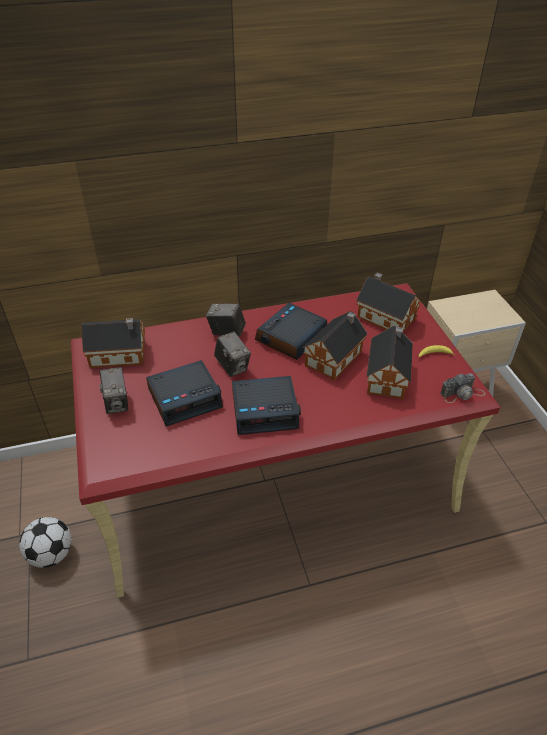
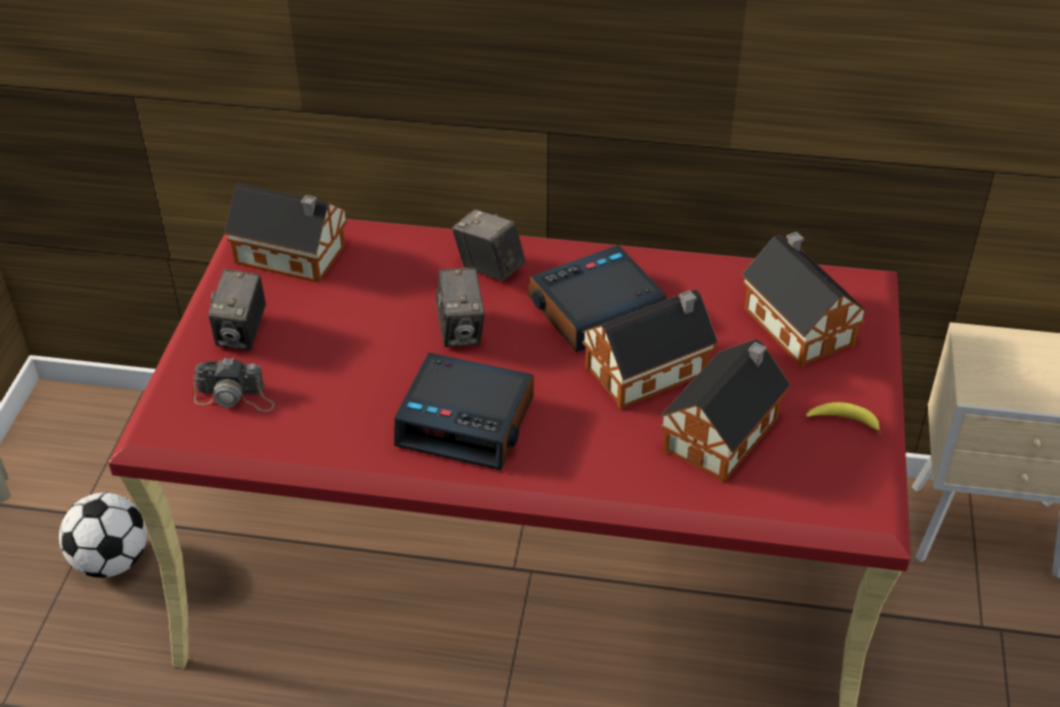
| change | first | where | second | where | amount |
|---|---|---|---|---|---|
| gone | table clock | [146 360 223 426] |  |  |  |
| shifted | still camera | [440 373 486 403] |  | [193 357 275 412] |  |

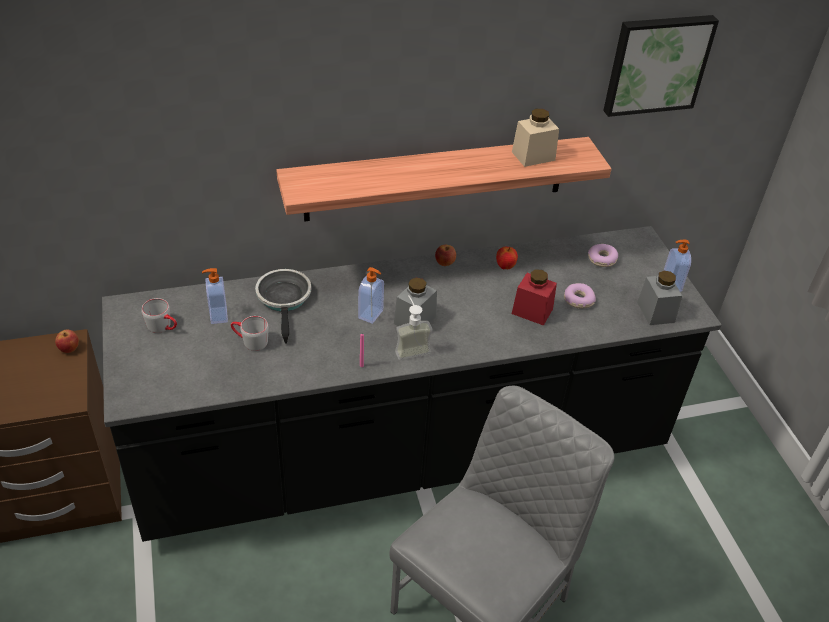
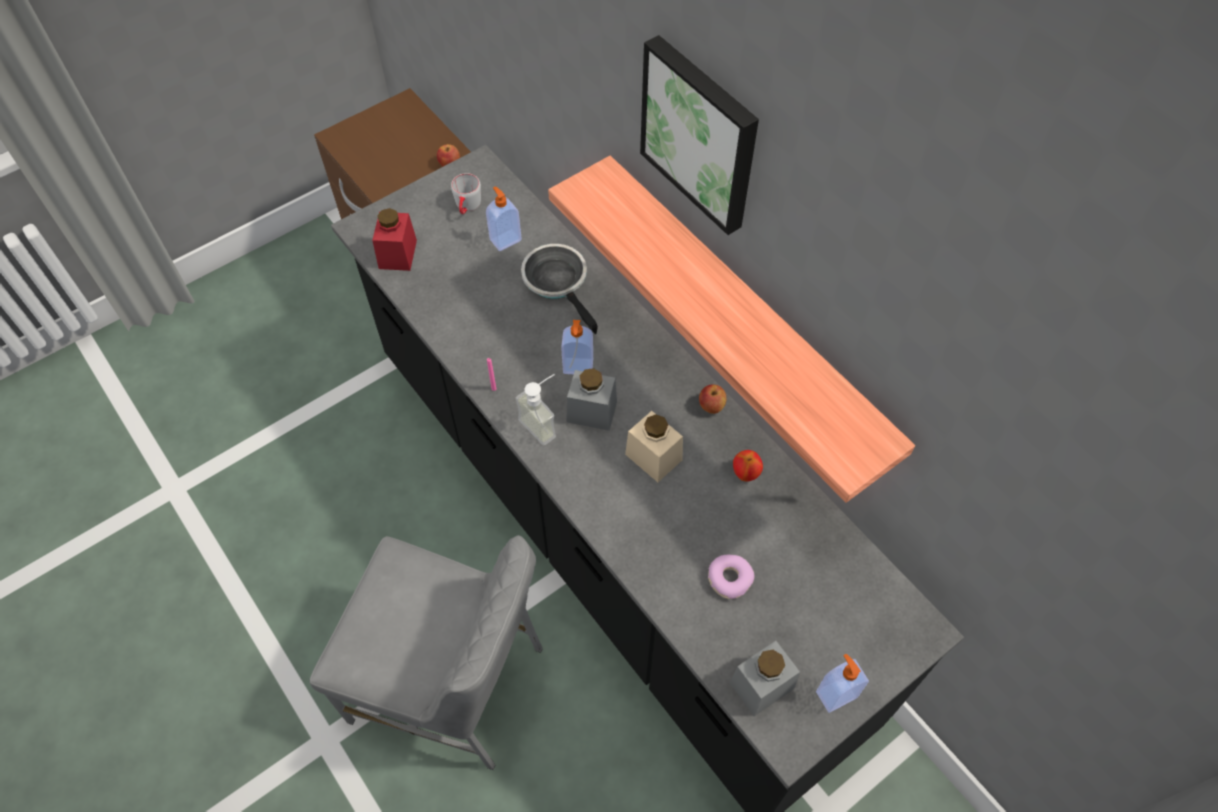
| change | first | where | second | where | amount |
|---|---|---|---|---|---|
| shifted | wall picture | [603 15 719 117] |  | [640 35 759 235] |  |
| shifted | beige preserve jar | [512 109 559 167] |  | [625 411 683 482] |  |
| gone | doughnut | [588 244 618 267] |  |  |  |
| rotated | pan | [255 269 311 344] |  | [521 244 598 334] | 90 degrees counterclockwise |
| shifted | reddish preserve jar | [512 269 557 326] |  | [372 208 417 271] |  |
| gone | greyish mug | [231 316 269 351] |  |  |  |

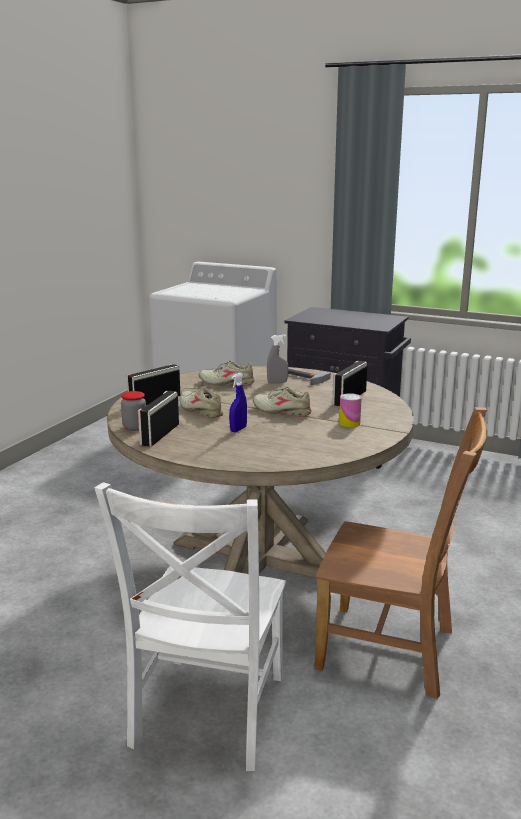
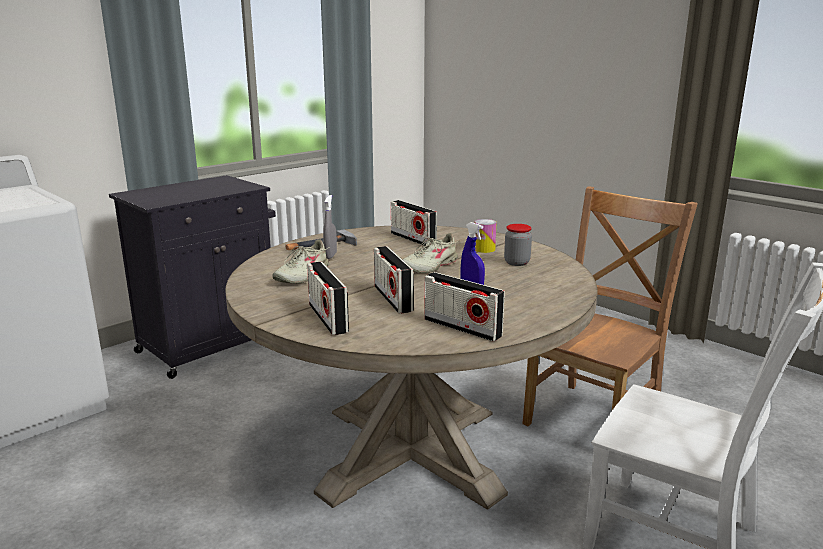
| change | first | where | second | where | amount |
|---|---|---|---|---|---|
| swapped | beige item of footwear | [180 386 225 418] | radio | [374 246 414 314] |  |
| shifted | preserve jar | [121 391 146 431] |  | [504 224 532 266] |  |

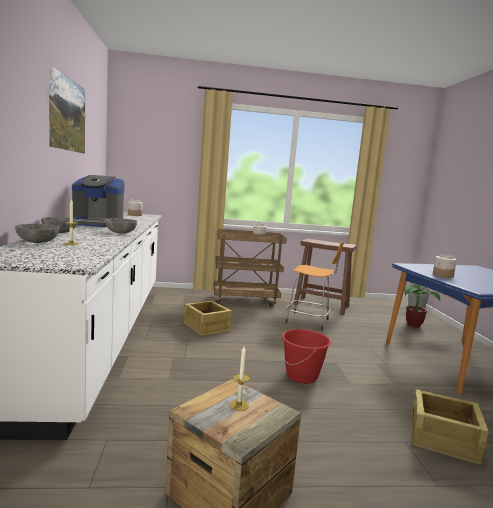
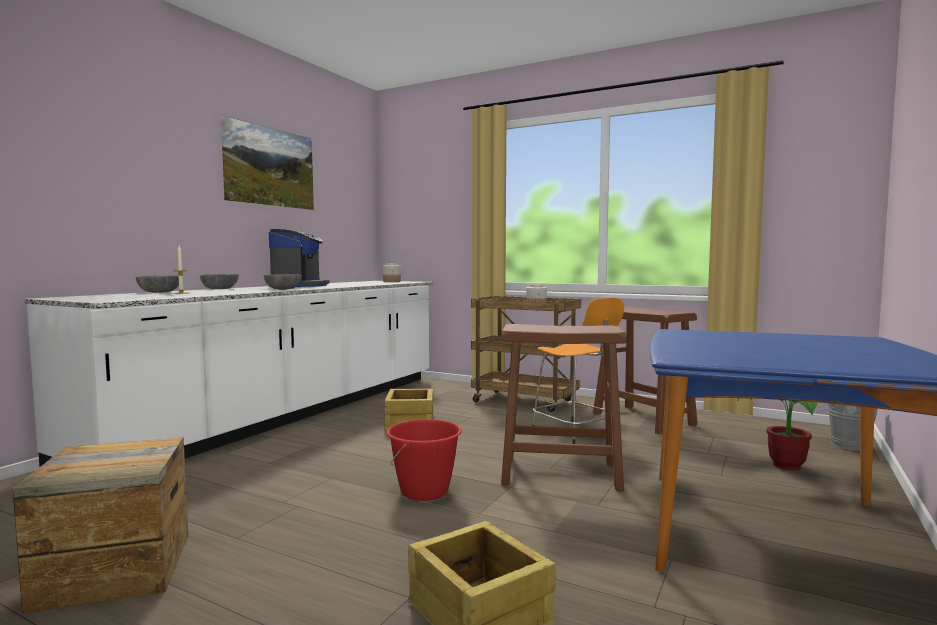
| change | first | where | second | where | amount |
|---|---|---|---|---|---|
| rotated | coffee maker | [72 175 125 227] |  | [269 229 330 287] | 120 degrees counterclockwise |
| gone | preserve jar | [433 254 457 278] |  |  |  |
| gone | wax candle | [229 347 250 411] |  |  |  |
| new |  |  | brown sitting stool | [501 324 626 491] |  |

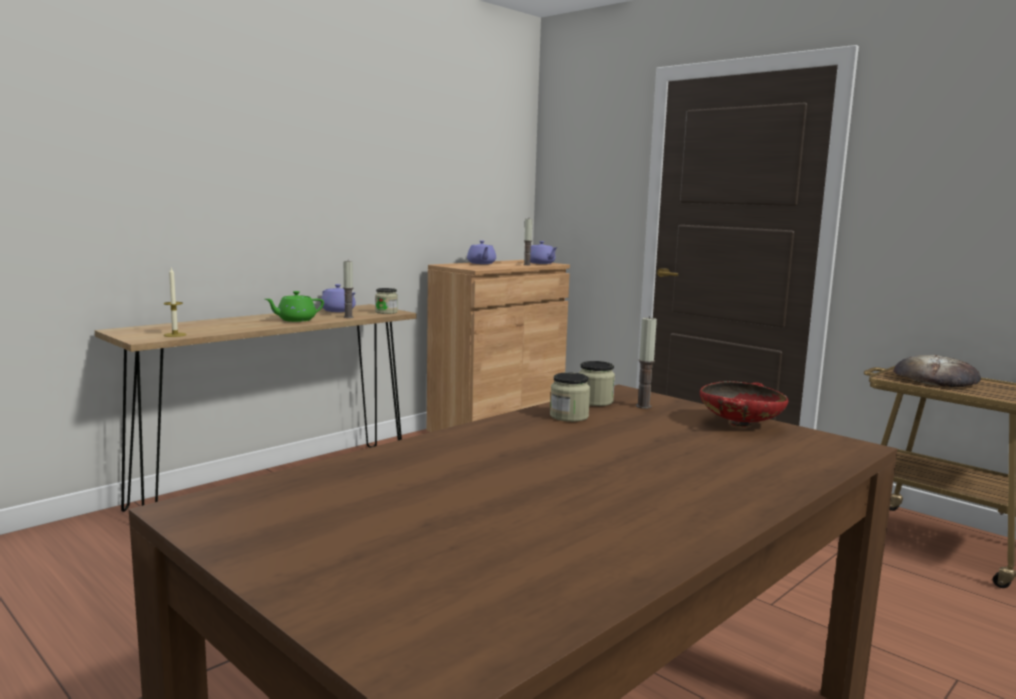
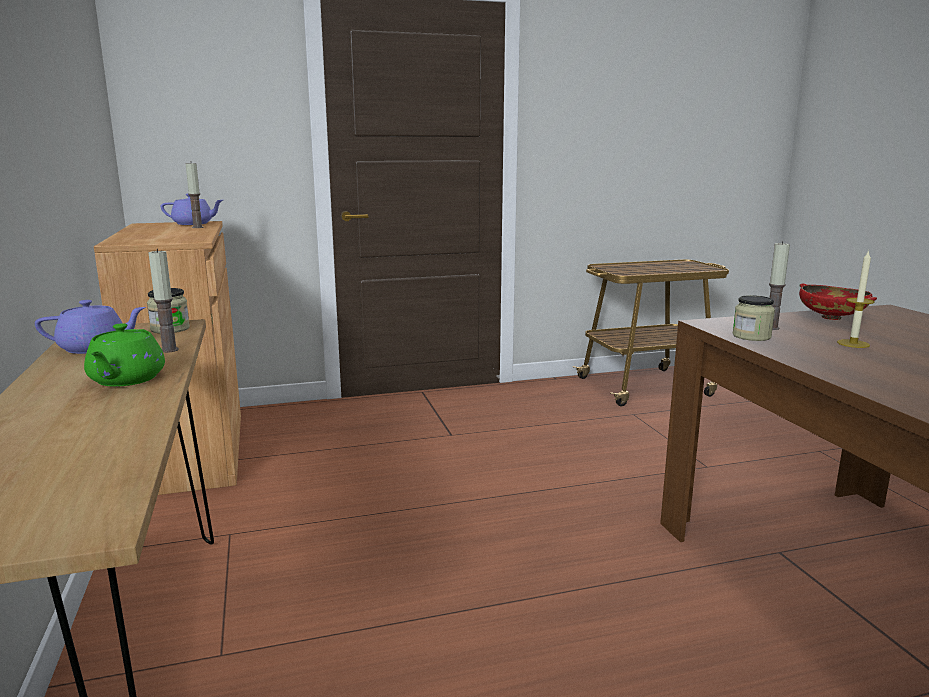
| change | first | where | second | where | amount |
|---|---|---|---|---|---|
| gone | purple teapot | [467 240 496 264] |  |  |  |
| shifted | wax candle | [164 267 187 337] |  | [837 250 875 348] |  |
| gone | bakery bread | [893 355 981 387] |  |  |  |
| gone | preserve jar | [550 372 590 422] |  |  |  |

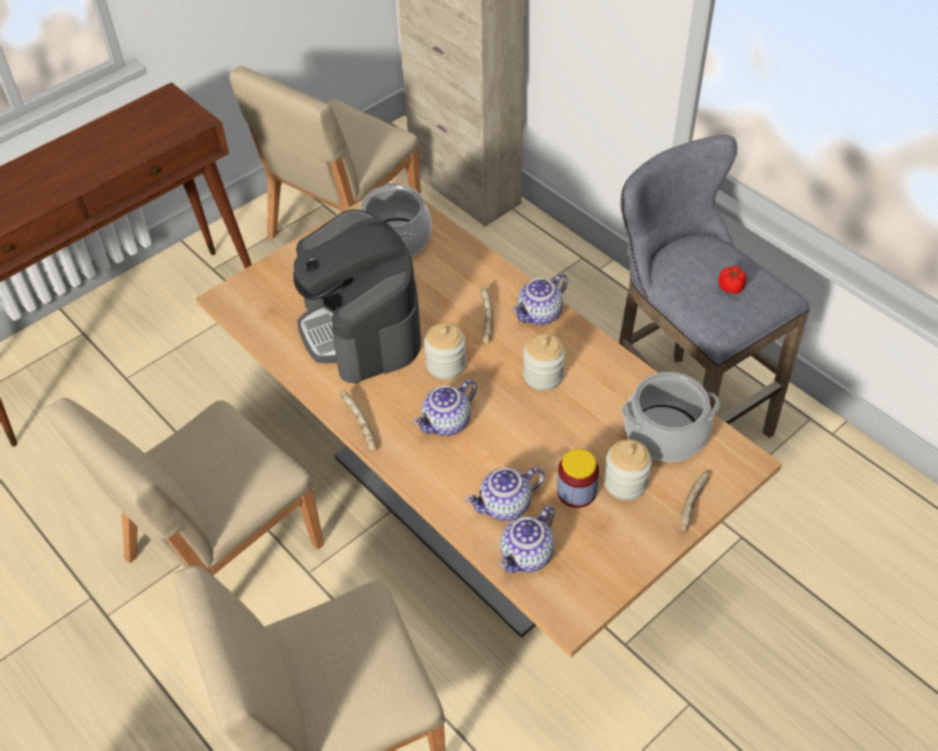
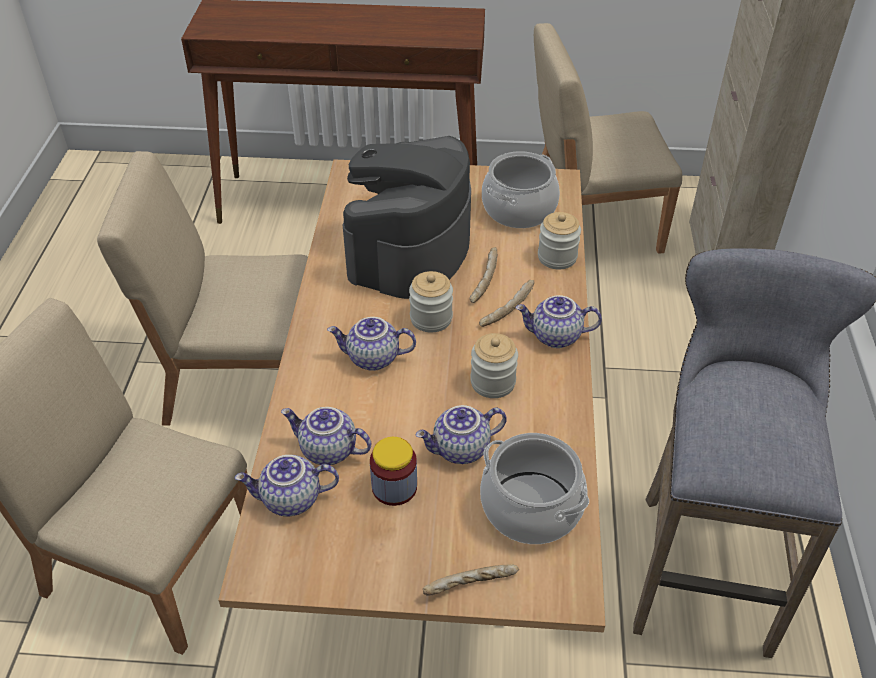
| change | first | where | second | where | amount |
|---|---|---|---|---|---|
| gone | fresh tomato | [719 266 746 294] |  |  |  |
| shifted | bakery bread | [340 390 376 451] |  | [470 247 498 303] |  |
| shifted | preserve jar | [604 439 652 500] |  | [538 212 581 269] |  |
| new |  |  | teapot | [415 405 507 464] |  |

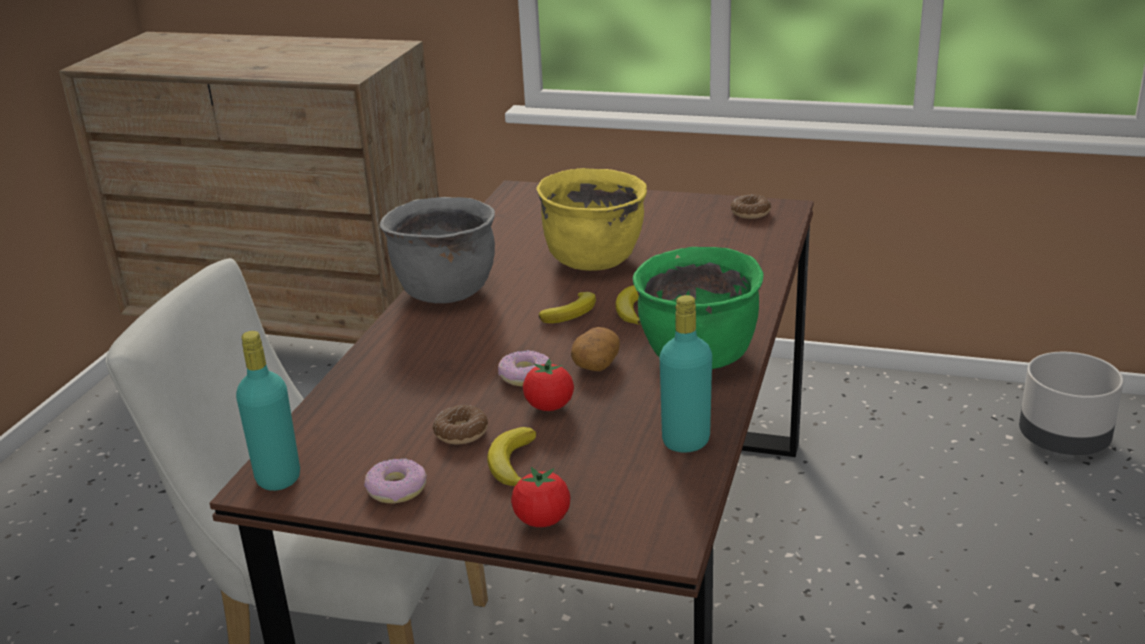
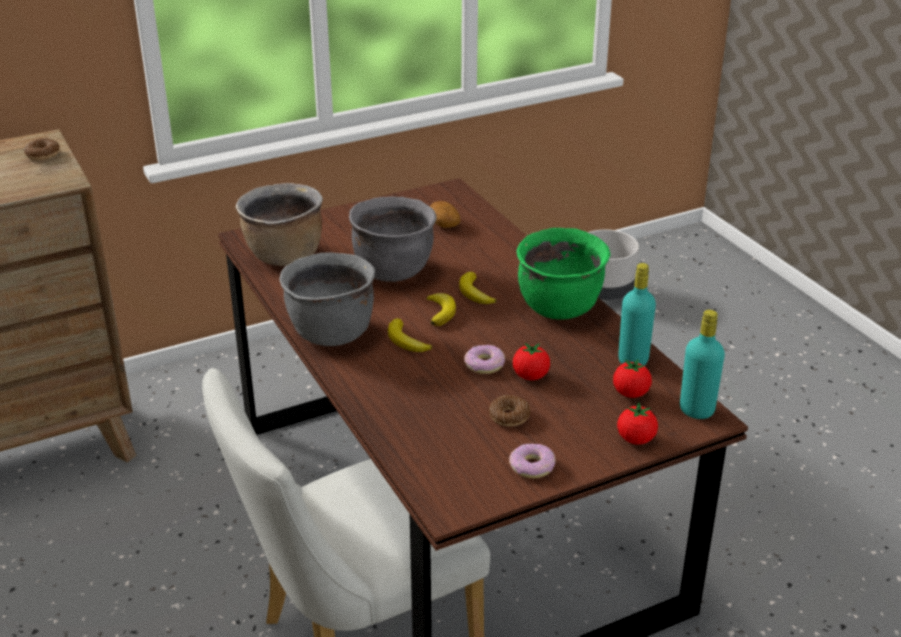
| change | first | where | second | where | amount |
|---|---|---|---|---|---|
| repainted | yellow cooking pot | [536 168 647 271] | greyish cooking pot | [349 197 437 282] |  |
| shifted | doughnut | [731 194 771 219] |  | [24 138 60 160] |  |
| shifted | spud | [571 327 620 371] |  | [430 201 461 228] |  |
| shifted | blue-green bottle | [236 331 300 491] |  | [680 310 725 419] |  |
| shifted | banana fruit | [487 427 536 486] |  | [388 318 432 352] |  |
| new |  |  | brown cooking pot | [235 183 323 266] |  |
| new |  |  | fresh tomato | [613 359 652 398] |  |

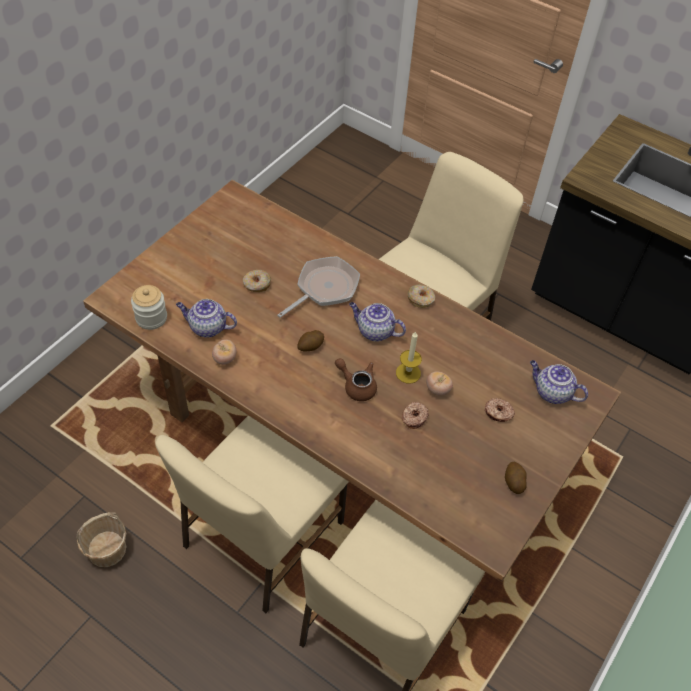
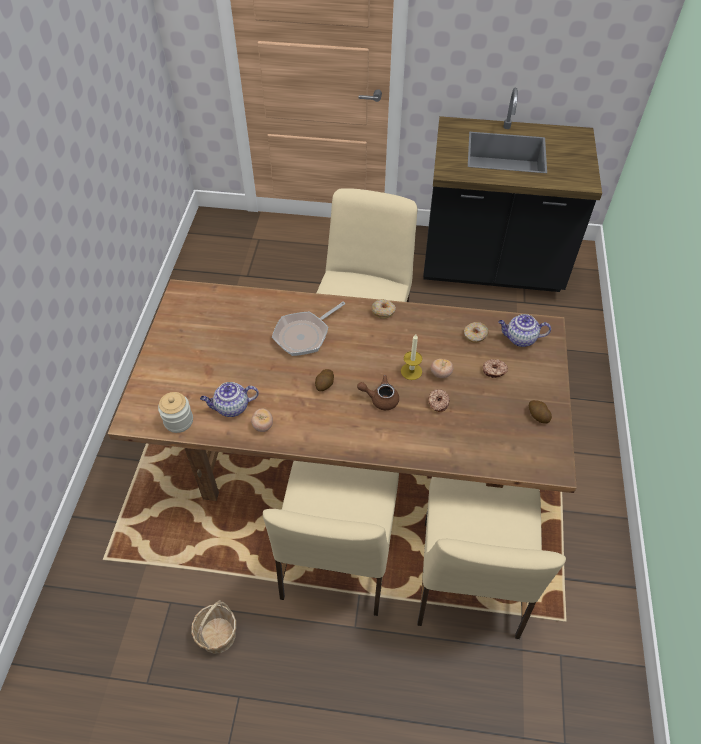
| change | first | where | second | where | amount |
|---|---|---|---|---|---|
| rotated | pan | [277 256 360 318] |  | [272 302 345 356] | 150 degrees counterclockwise |
| shifted | doughnut | [243 270 271 292] |  | [464 322 488 343] |  |
| gone | teapot | [349 302 406 342] |  |  |  |

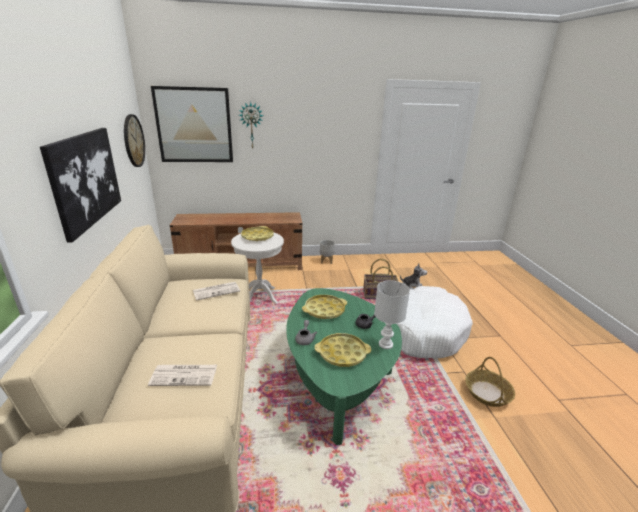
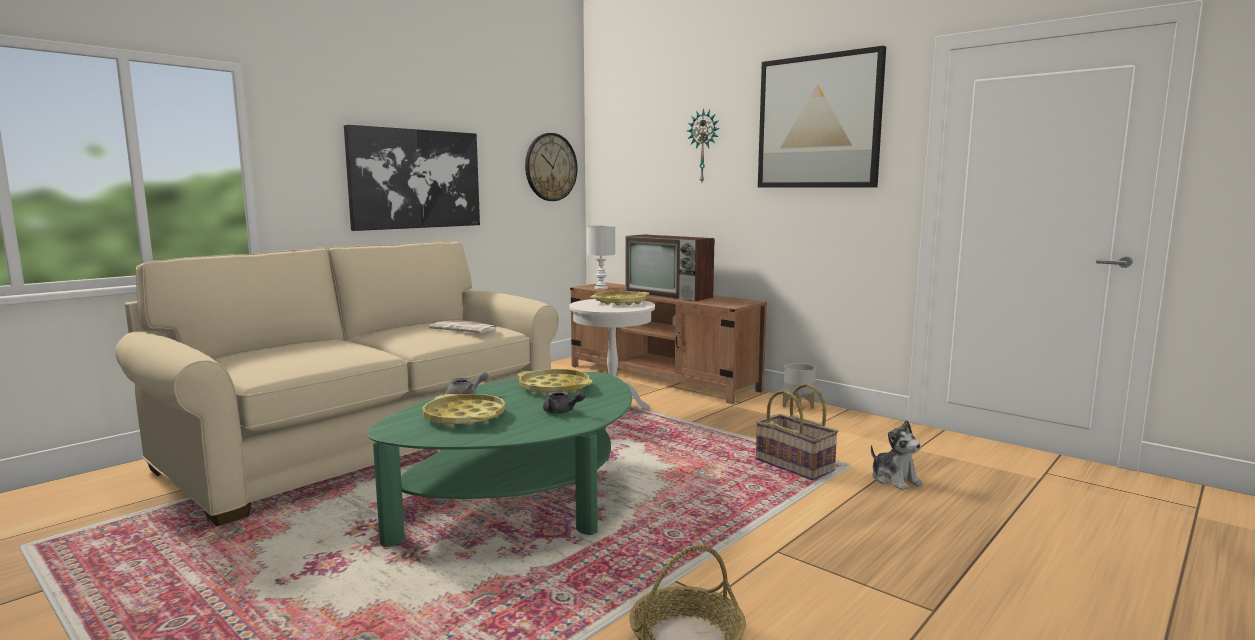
| change | first | where | second | where | amount |
|---|---|---|---|---|---|
| shifted | wall picture | [151 86 233 162] |  | [758 46 886 188] |  |
| shifted | white-coloured table lamp | [374 281 410 349] |  | [587 226 615 289] |  |
| gone | white-coloured dog bed | [397 286 473 358] |  |  |  |
| gone | printed paper | [148 365 217 386] |  |  |  |
| new |  |  | TV | [625 234 715 302] |  |

